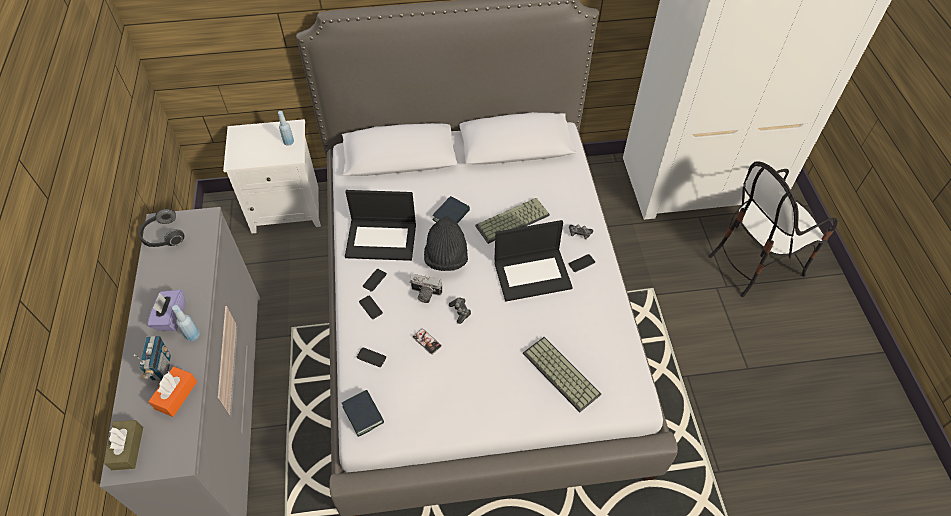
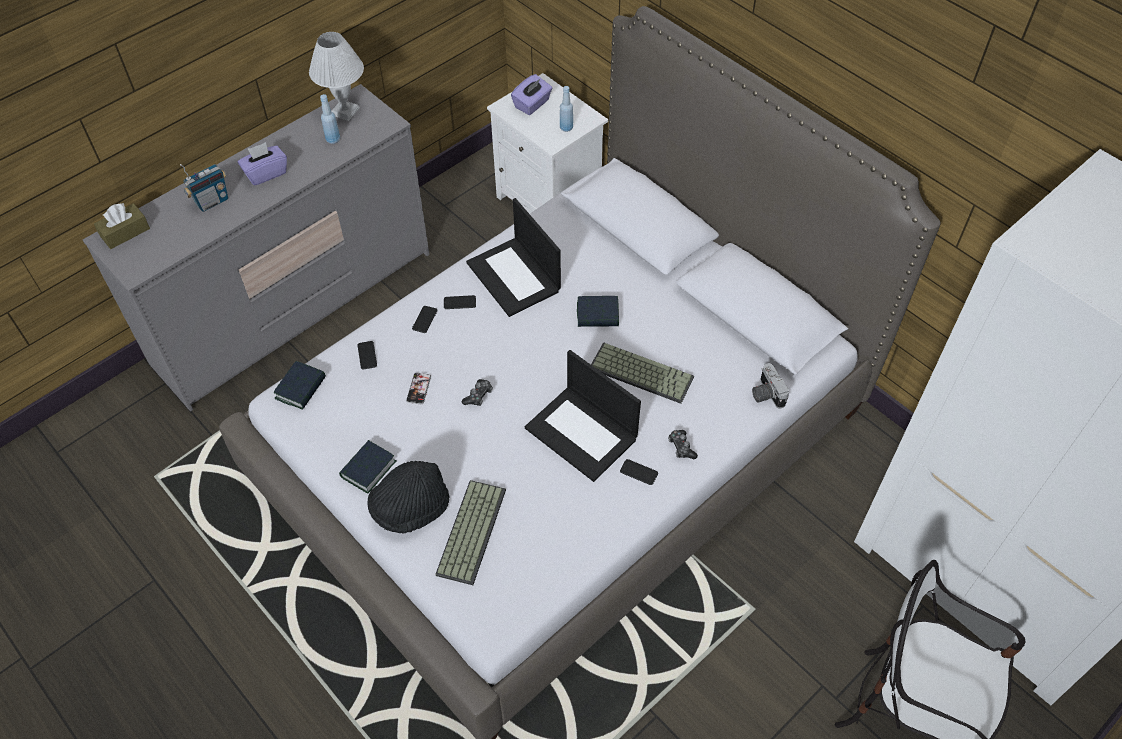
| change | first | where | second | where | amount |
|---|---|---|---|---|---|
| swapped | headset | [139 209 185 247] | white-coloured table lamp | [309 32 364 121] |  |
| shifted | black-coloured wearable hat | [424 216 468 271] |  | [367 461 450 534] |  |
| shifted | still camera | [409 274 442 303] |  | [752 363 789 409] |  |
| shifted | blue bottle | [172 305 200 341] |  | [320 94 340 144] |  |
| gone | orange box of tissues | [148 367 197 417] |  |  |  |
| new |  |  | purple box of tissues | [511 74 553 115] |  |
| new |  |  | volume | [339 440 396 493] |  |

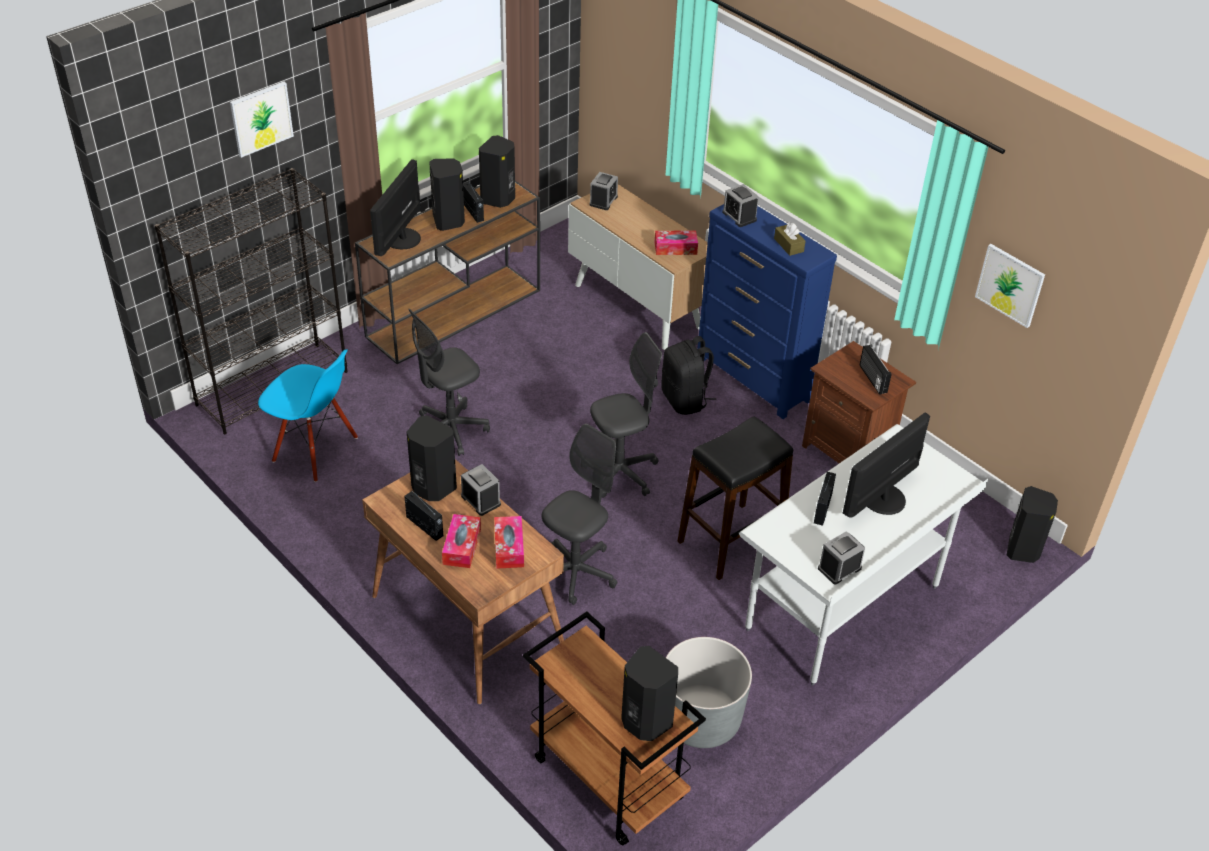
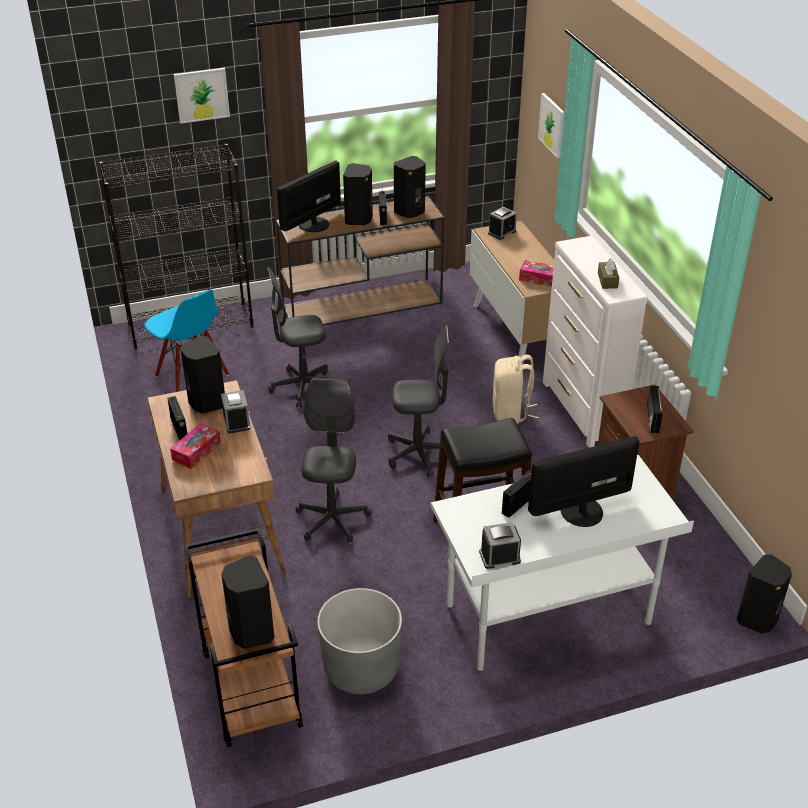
| change | first | where | second | where | amount |
|---|---|---|---|---|---|
| gone | table clock | [722 184 759 227] |  |  |  |
| repainted | blue dresser | [697 204 837 419] | white-coloured dresser | [543 236 648 448] |  |
| shifted | wall picture | [975 244 1045 328] |  | [538 93 564 158] |  |
| repainted | black-coloured backpack | [661 336 716 415] | beige backpack | [493 355 539 424] |  |
| rotated | greyish computer chair | [541 424 618 605] |  | [296 379 371 542] | 60 degrees counterclockwise |
| gone | box of tissues | [494 516 524 569] |  |  |  |

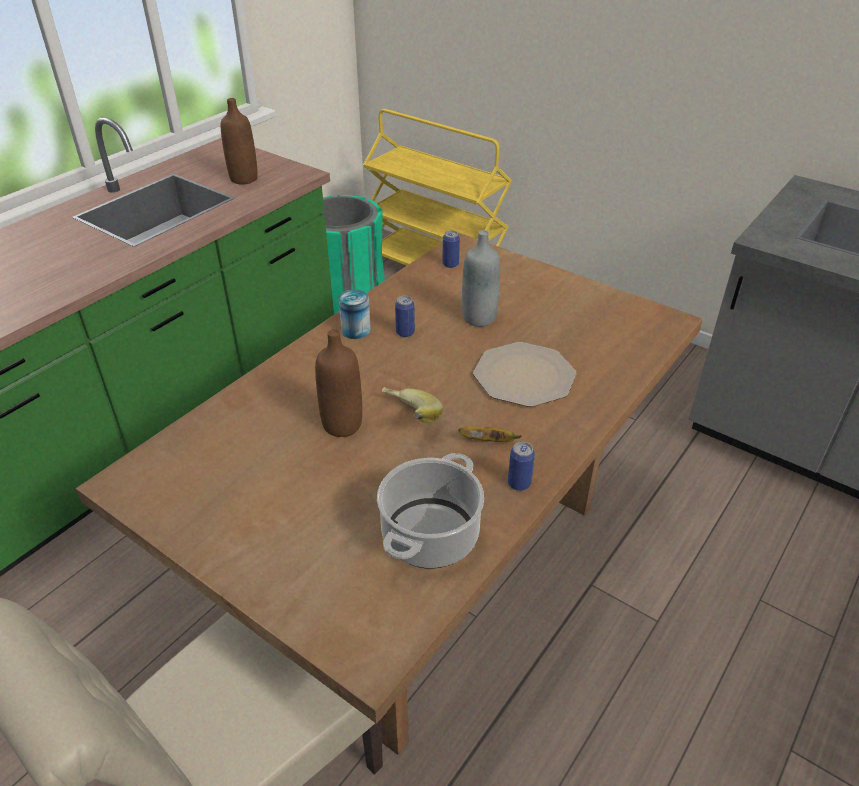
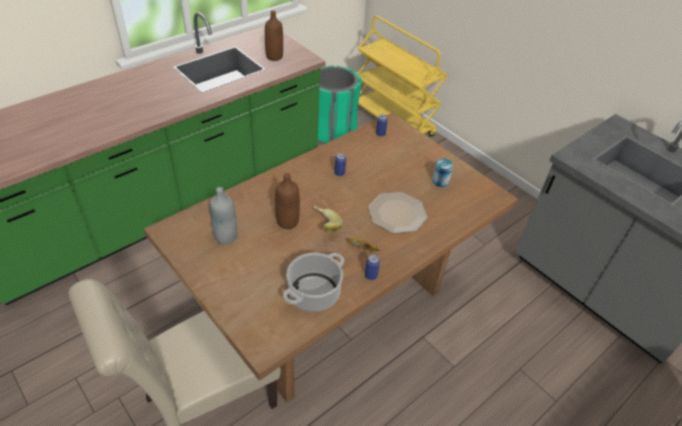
| change | first | where | second | where | amount |
|---|---|---|---|---|---|
| shifted | greyish bottle | [462 230 500 327] |  | [210 187 237 245] |  |
| shifted | metal can | [339 289 371 339] |  | [432 159 454 187] |  |

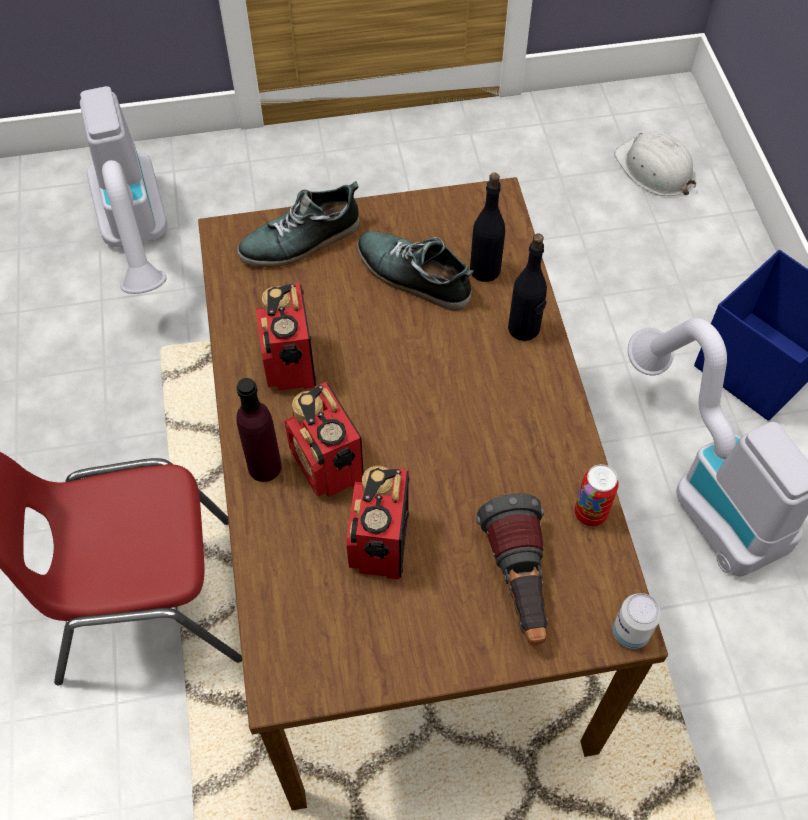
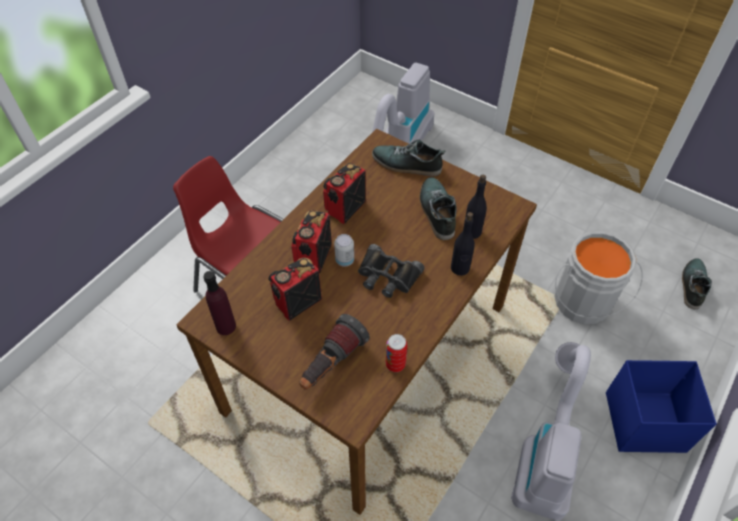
| change | first | where | second | where | amount |
|---|---|---|---|---|---|
| swapped | white-coloured safety helmet | [614 131 696 196] | item of footwear | [682 258 712 309] |  |
| shifted | purple bottle | [236 378 282 482] |  | [203 271 236 335] |  |
| shifted | metal can | [613 593 661 649] |  | [334 234 354 267] |  |
| new |  |  | greyish water bucket | [554 231 643 324] |  |
| new |  |  | black-coloured binoculars | [358 244 425 298] |  |

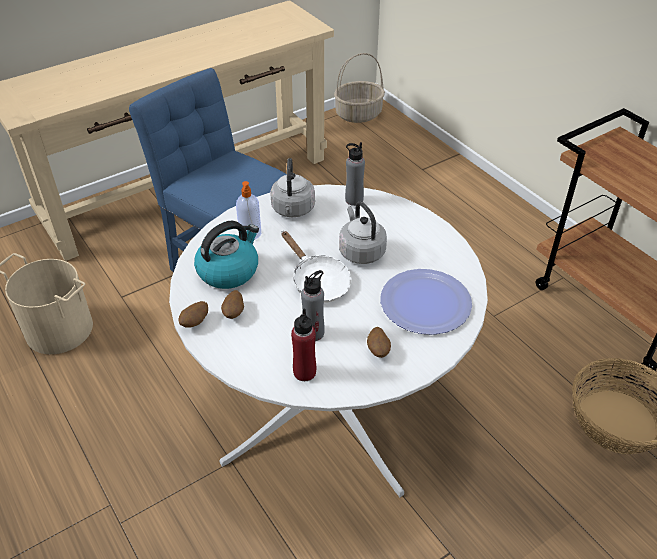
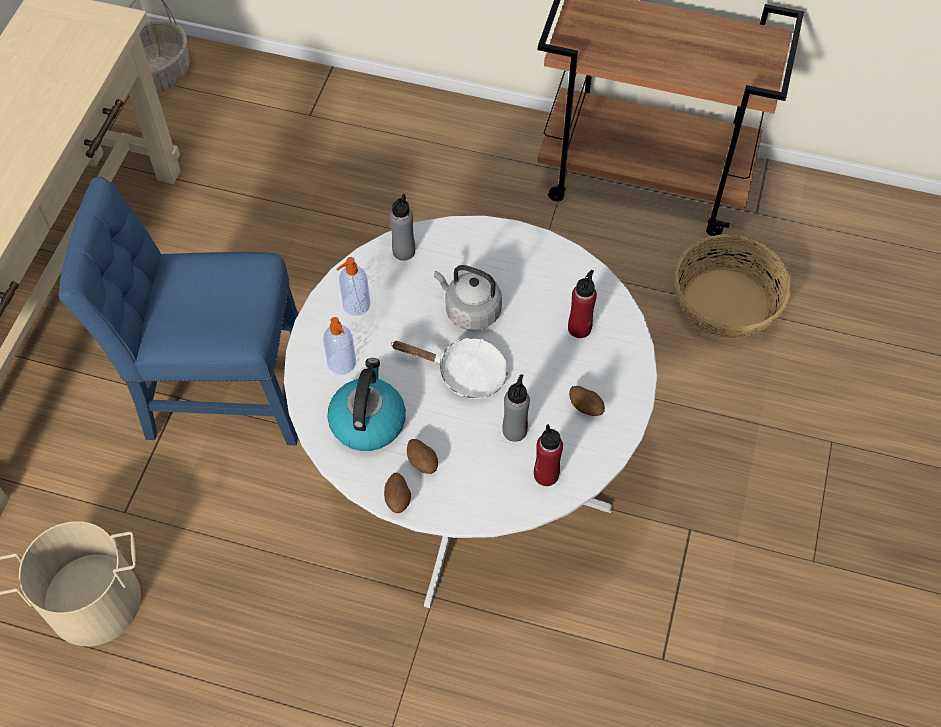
| change | first | where | second | where | amount |
|---|---|---|---|---|---|
| swapped | greyish water kettle | [270 158 315 217] | liquid soap bottle | [336 257 370 316] |  |
| swapped | dinner plate | [381 269 472 335] | reddish bottle | [568 270 597 338] |  |

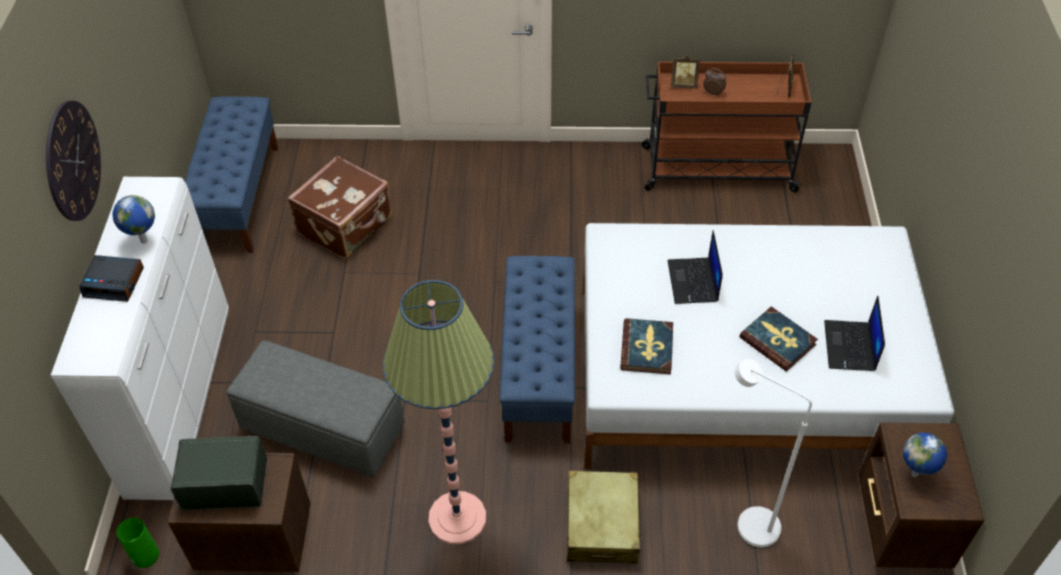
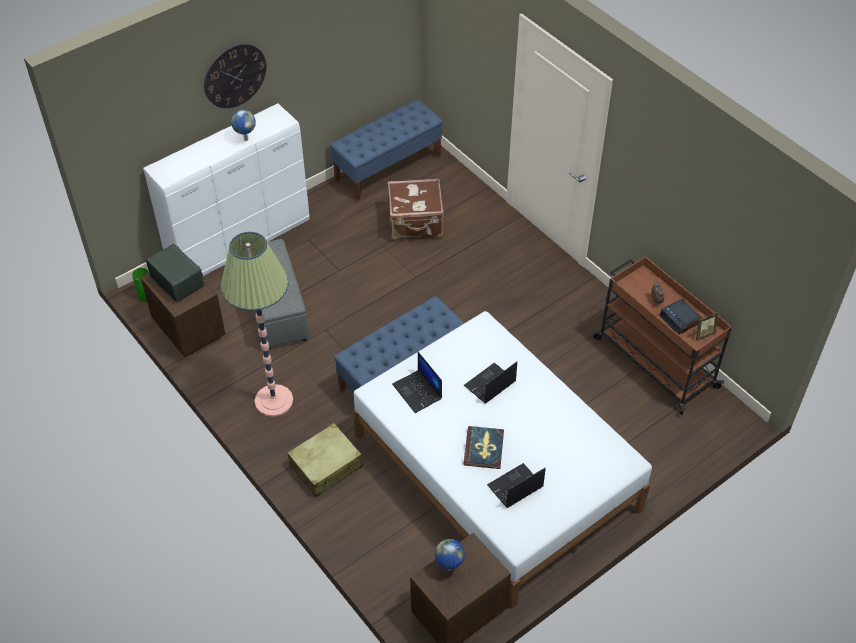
| change | first | where | second | where | amount |
|---|---|---|---|---|---|
| gone | photo frame | [670 56 700 89] |  |  |  |
| shifted | table clock | [79 255 144 302] |  | [659 299 702 334] |  |
| swapped | volume | [620 318 673 374] | notebook computer | [392 352 442 413] |  |
| gone | white-coloured standing lamp | [735 359 812 548] |  |  |  |

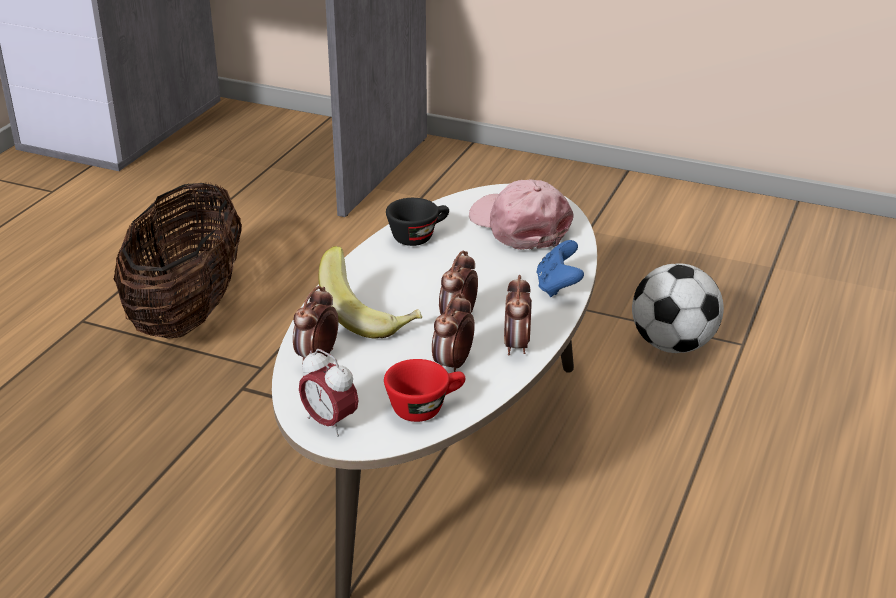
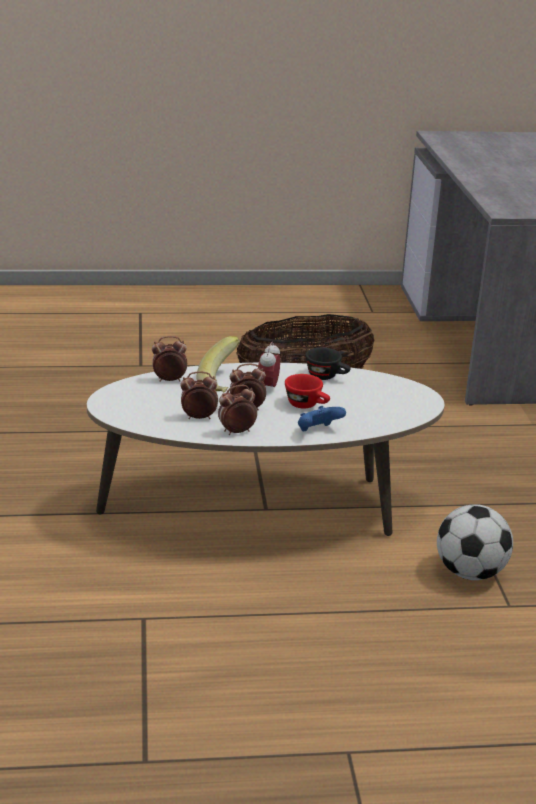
| change | first | where | second | where | amount |
|---|---|---|---|---|---|
| gone | pink peaked cap | [469 180 574 250] |  |  |  |
| shifted | table clock | [299 349 359 437] |  | [258 342 280 387] |  |
| shifted | reddish small cup | [384 359 465 422] |  | [285 374 330 409] |  |

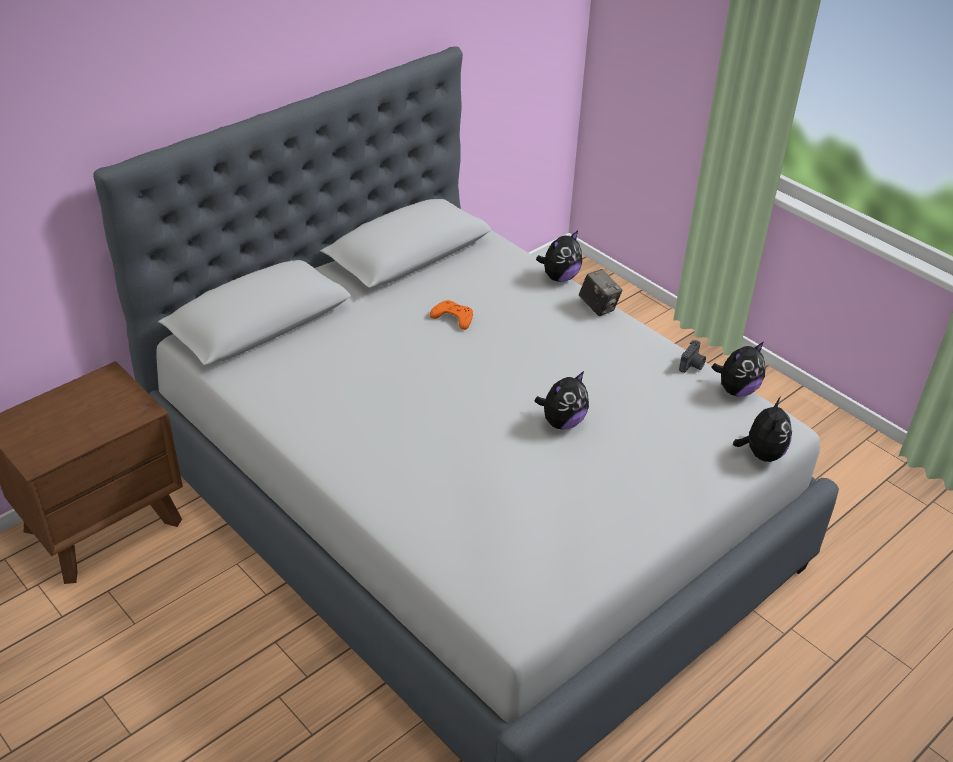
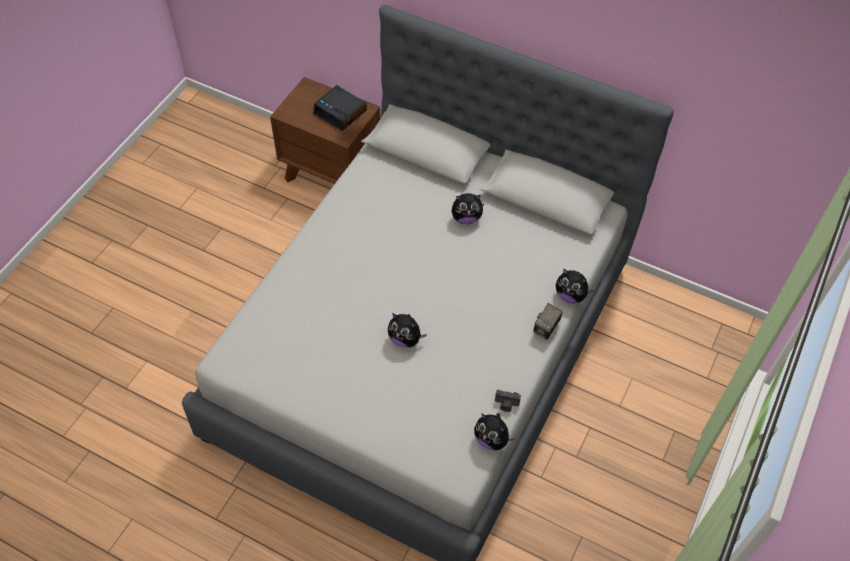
| change | first | where | second | where | amount |
|---|---|---|---|---|---|
| gone | orange joypad | [430 300 473 330] |  |  |  |
| shifted | plush toy | [733 397 792 462] |  | [452 193 484 224] |  |
| new |  |  | table clock | [313 85 367 131] |  |

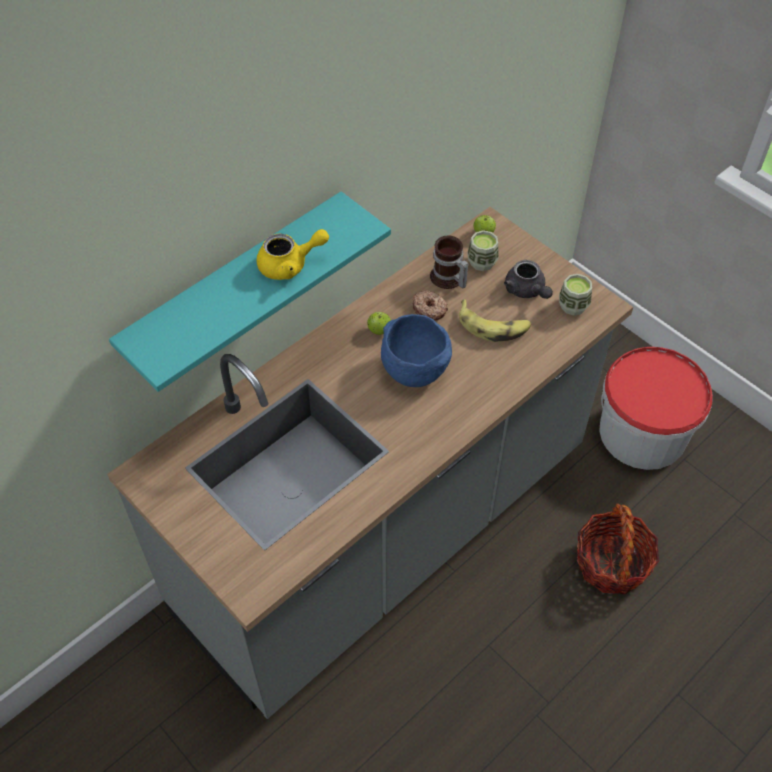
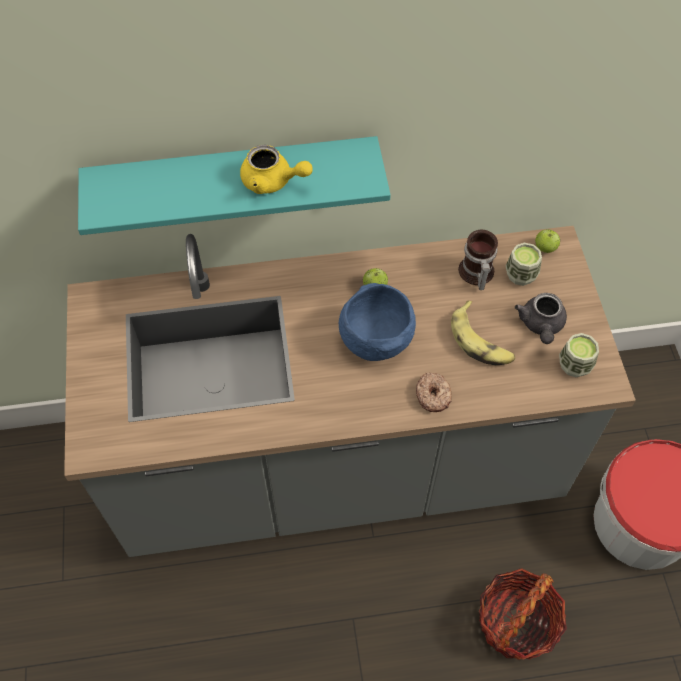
| change | first | where | second | where | amount |
|---|---|---|---|---|---|
| shifted | doughnut | [413 290 448 321] |  | [416 372 452 412] |  |

